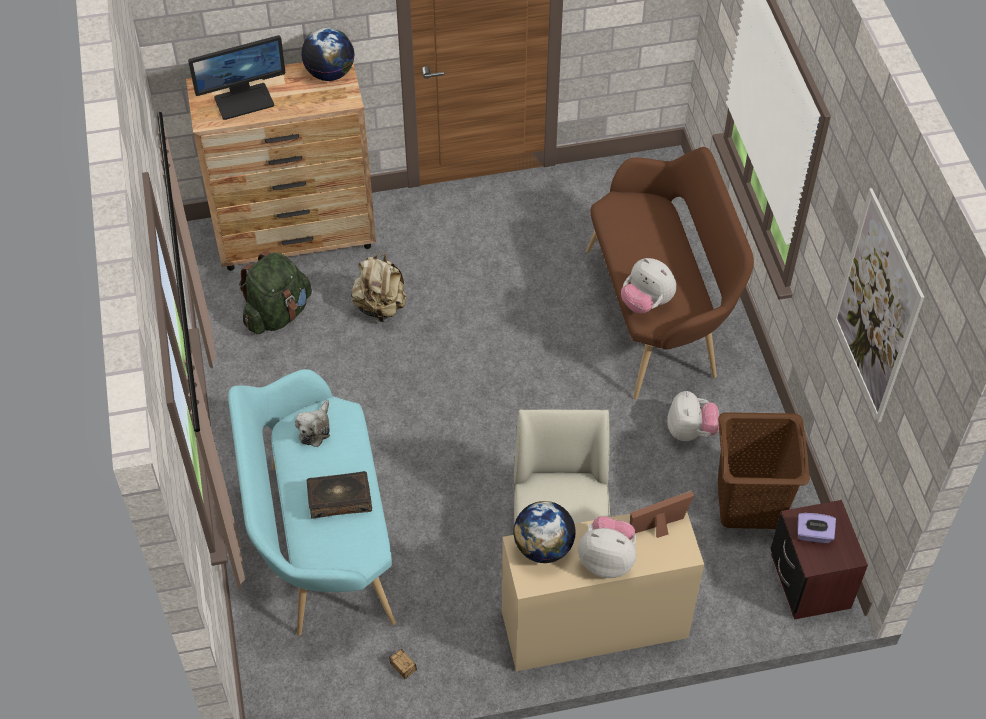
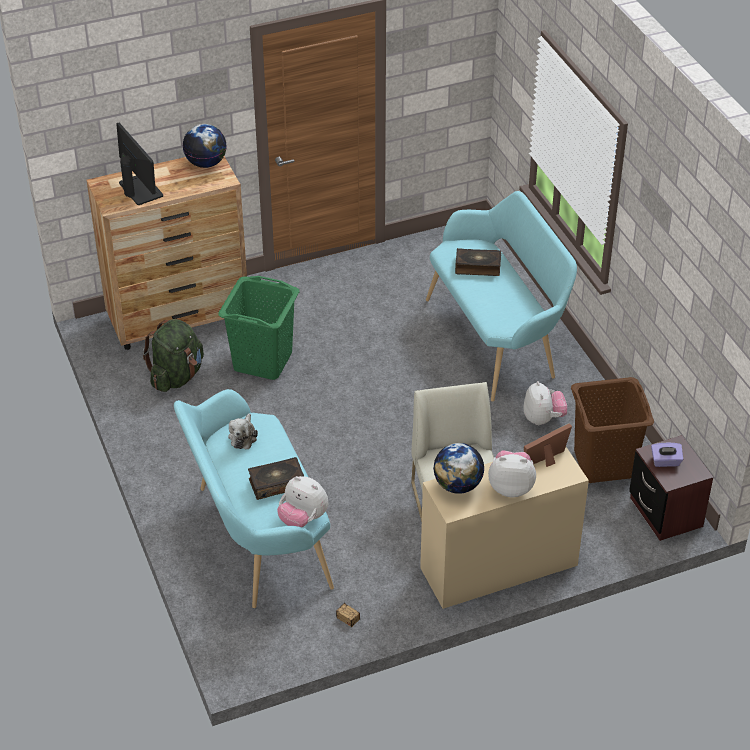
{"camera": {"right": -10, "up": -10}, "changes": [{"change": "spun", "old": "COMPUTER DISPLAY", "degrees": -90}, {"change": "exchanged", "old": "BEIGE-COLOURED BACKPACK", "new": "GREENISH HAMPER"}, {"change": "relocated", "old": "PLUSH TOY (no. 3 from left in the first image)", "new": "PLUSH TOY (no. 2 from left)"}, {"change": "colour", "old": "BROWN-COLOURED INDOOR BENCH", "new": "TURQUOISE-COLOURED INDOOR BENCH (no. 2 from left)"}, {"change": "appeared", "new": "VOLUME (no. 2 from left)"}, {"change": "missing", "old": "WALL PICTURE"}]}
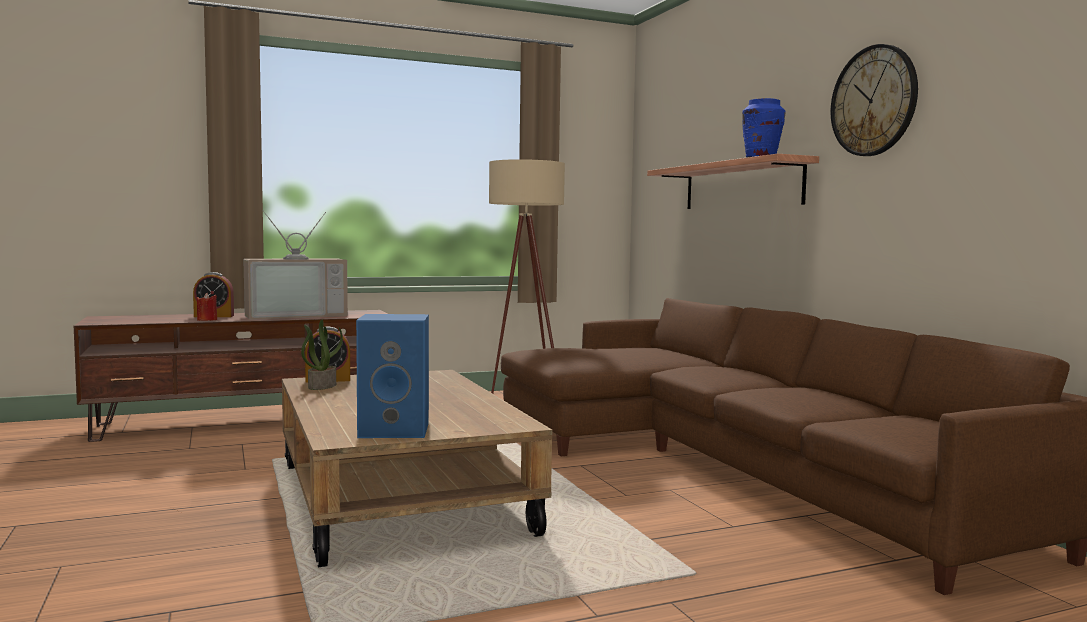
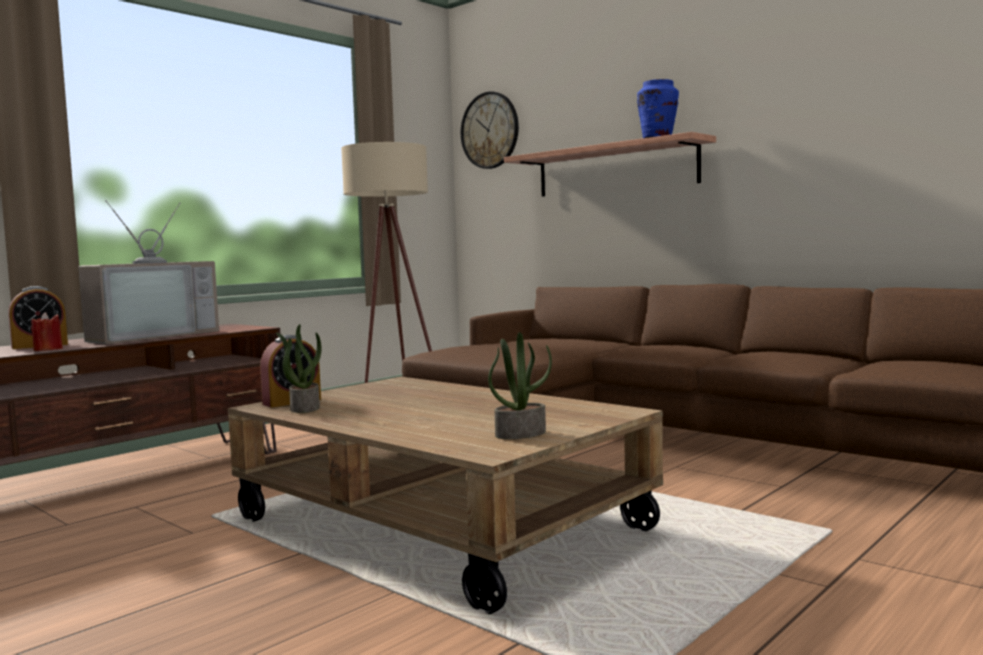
{"camera": {"right": -25, "up": 0}, "changes": [{"change": "relocated", "old": "CLOCK ON THE WALL"}, {"change": "exchanged", "old": "BLUE LOUDSPEAKER", "new": "PLANT IN A POT (no. 2 from left)"}]}
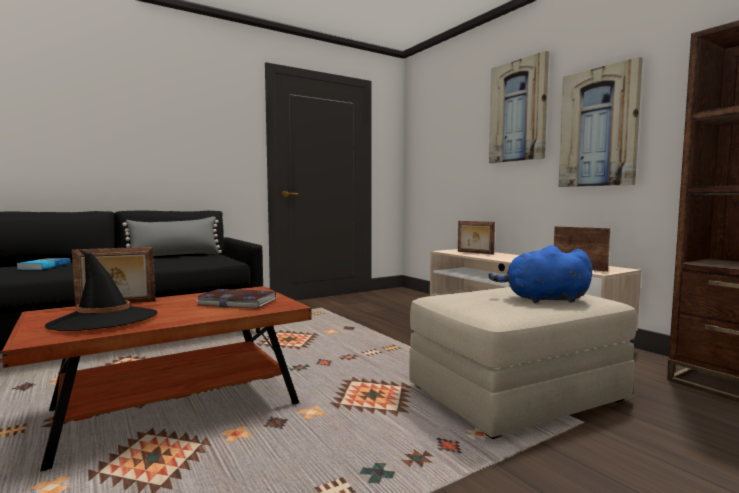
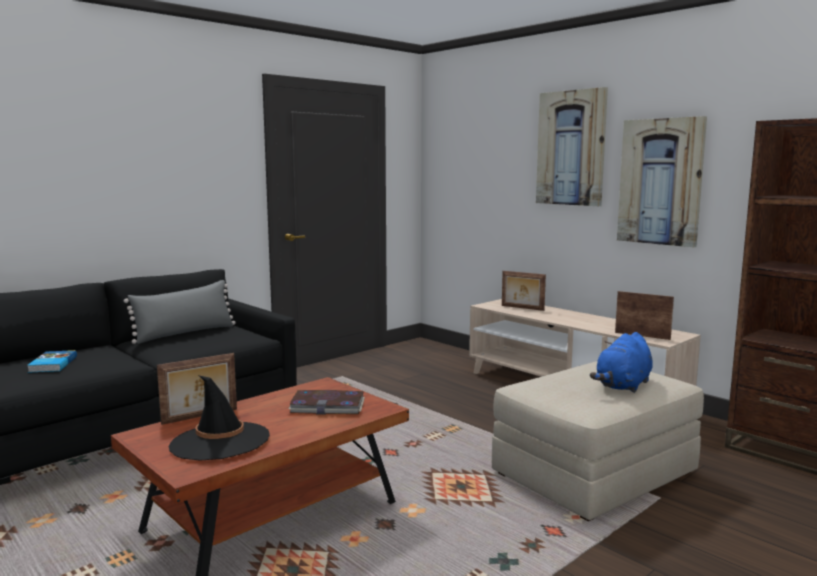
{"camera": {"right": -10, "up": 5}, "changes": [{"change": "spun", "old": "BLUE PLUSH TOY", "degrees": -45}]}
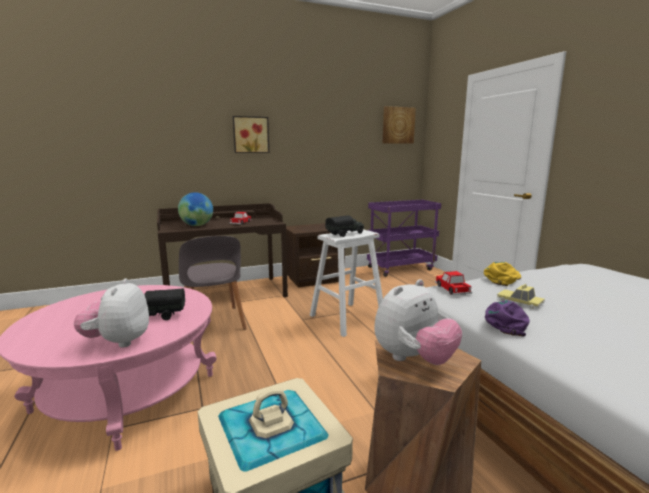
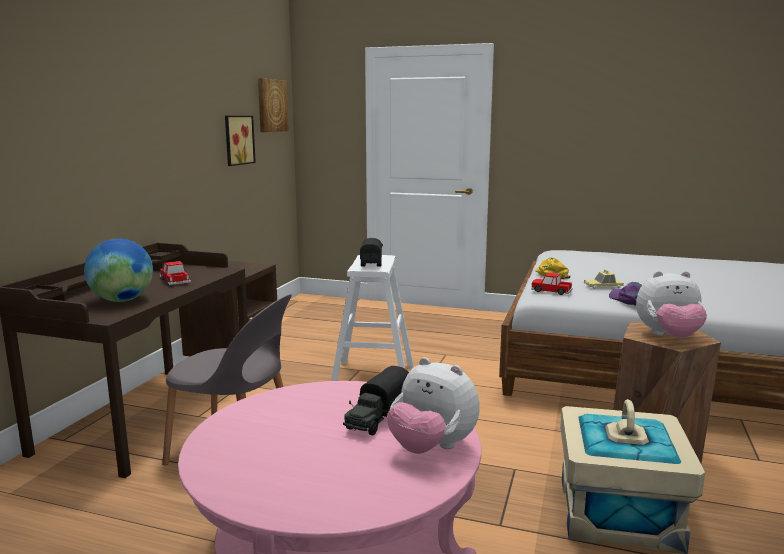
{"camera": {"right": -50, "up": 0}, "changes": [{"change": "relocated", "old": "WALL PICTURE (no. 1 from left)"}, {"change": "spun", "old": "PLUSH TOY (no. 2 from left)", "degrees": 90}, {"change": "missing", "old": "PURPLE WHEELED CART"}]}
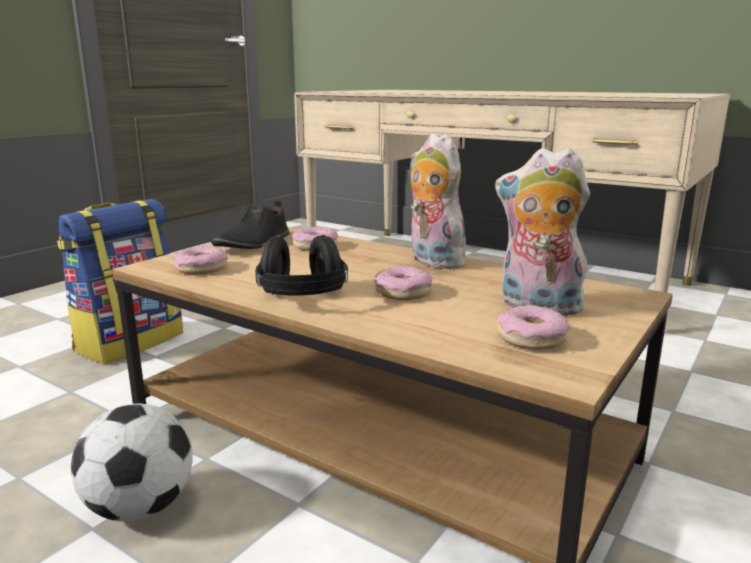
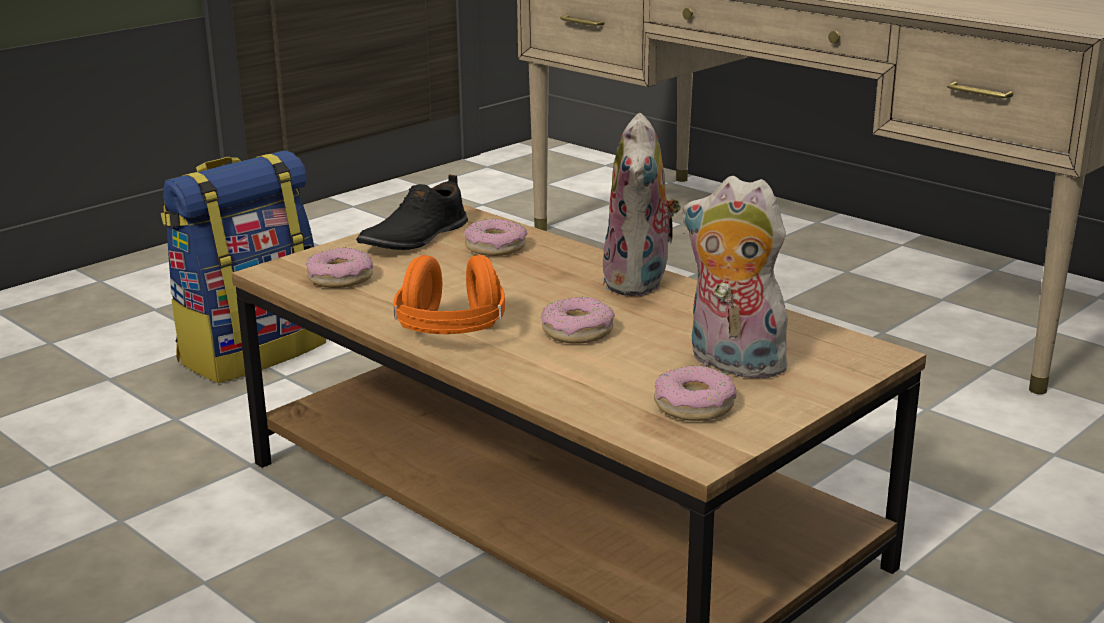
{"camera": {"right": 10, "up": 5}, "changes": [{"change": "colour", "old": "BLACKISH HEADPHONES", "new": "ORANGE HEADPHONES"}, {"change": "spun", "old": "PLUSH TOY (no. 1 from left)", "degrees": -150}, {"change": "missing", "old": "FOOTBALL"}]}
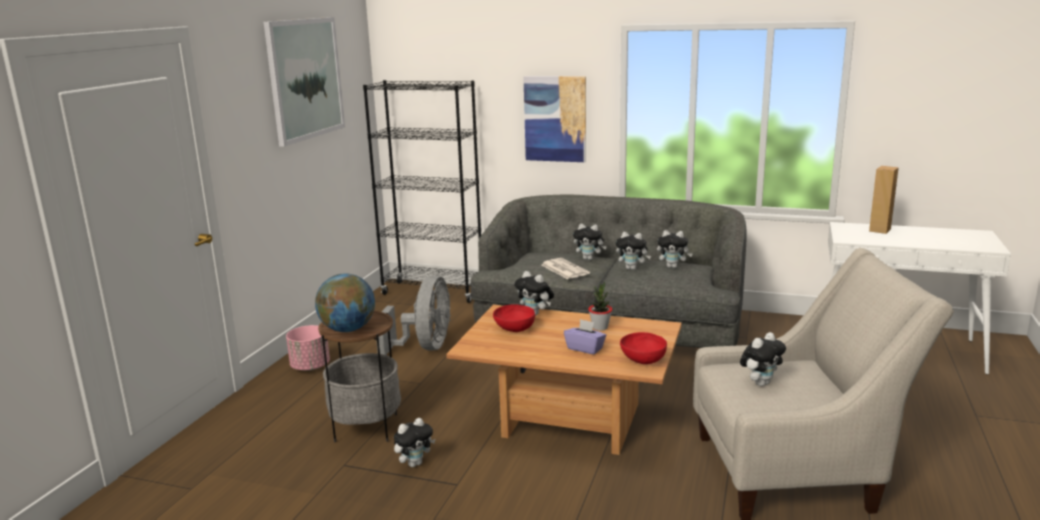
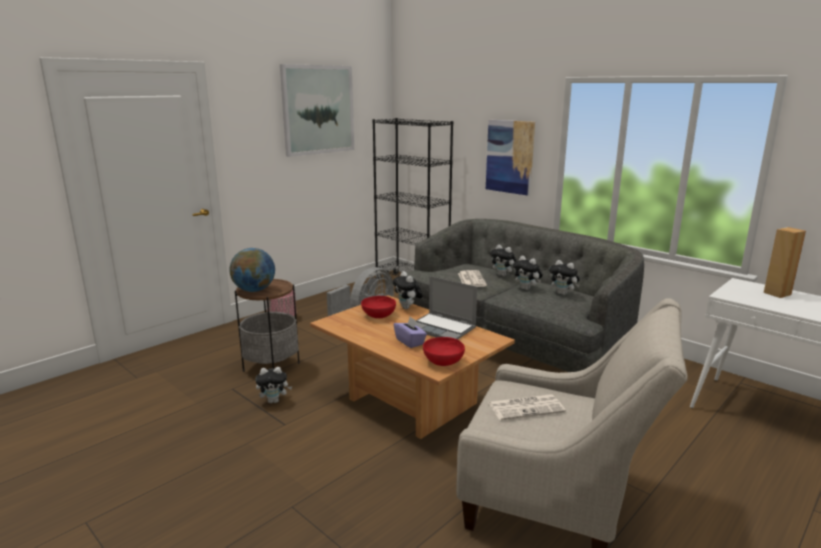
{"camera": {"right": 25, "up": 0}, "changes": [{"change": "exchanged", "old": "PLANT IN A POT", "new": "PORTABLE COMPUTER"}, {"change": "exchanged", "old": "PLUSH TOY (no. 6 from left)", "new": "DAILY PAPER (no. 2 from left)"}]}
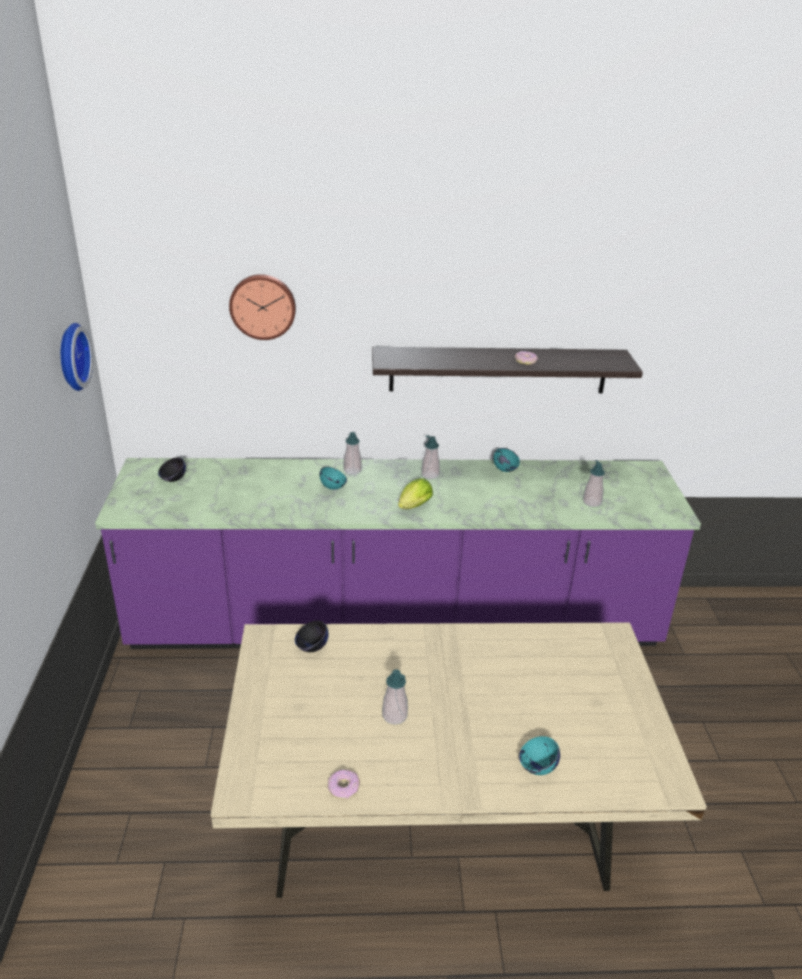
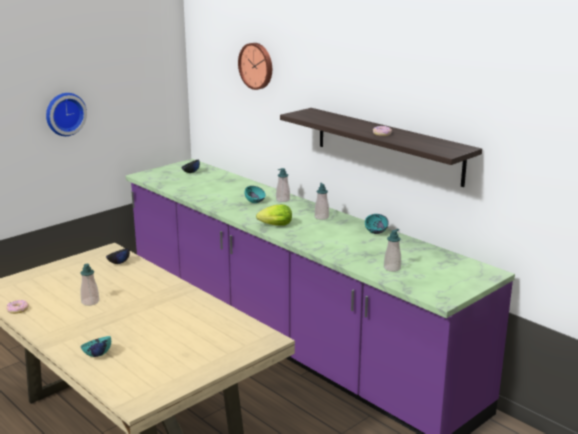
{"camera": {"right": 50, "up": -10}, "changes": [{"change": "relocated", "old": "CLOCK ON THE WALL (no. 1 from left)"}]}
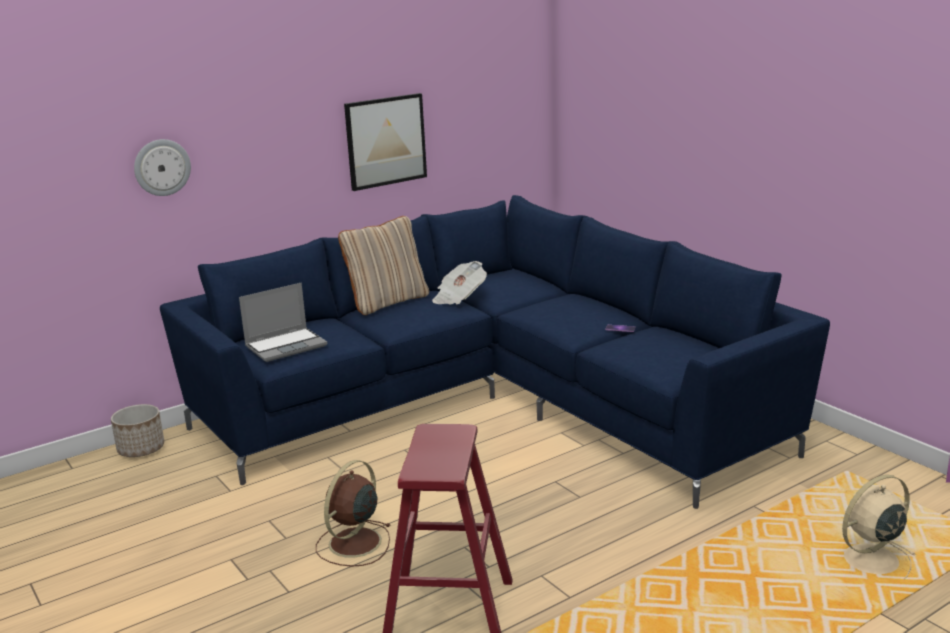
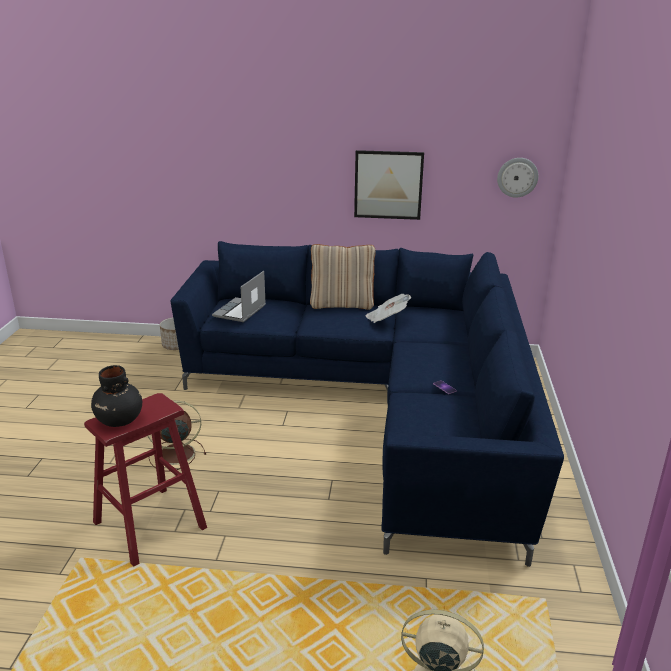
{"camera": {"right": 40, "up": 5}, "changes": [{"change": "appeared", "new": "BLACKISH FLOWER VASE"}, {"change": "spun", "old": "PORTABLE COMPUTER", "degrees": 105}, {"change": "relocated", "old": "CLOCK ON THE WALL"}]}
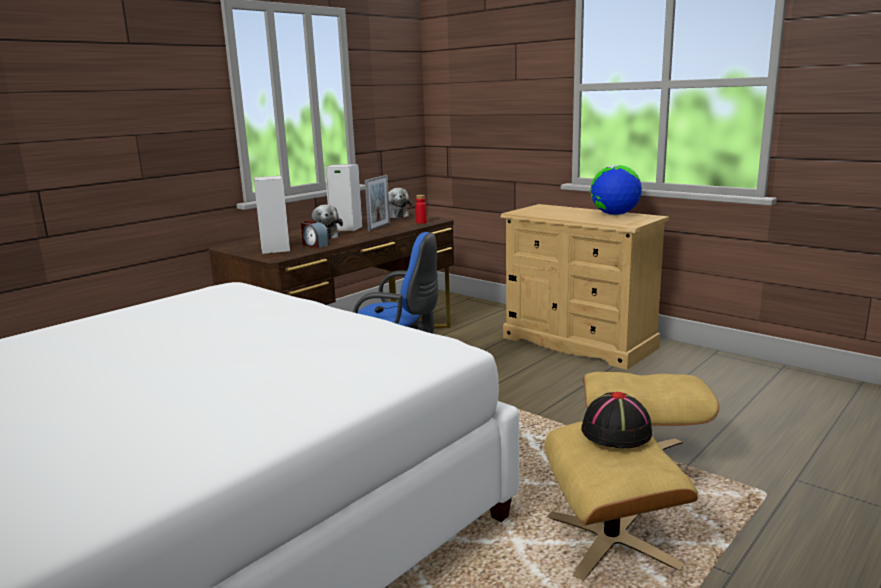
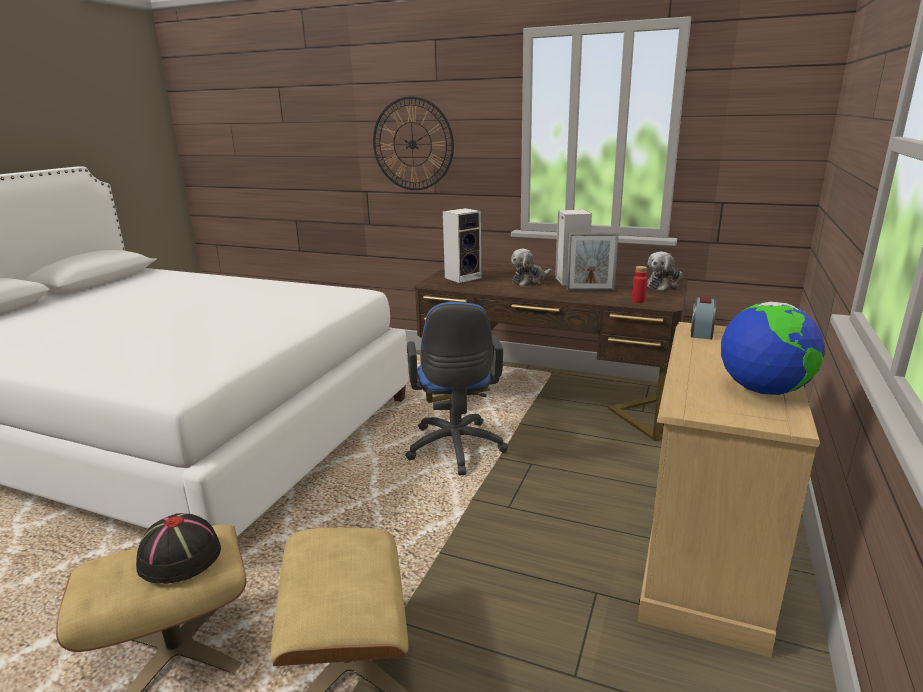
{"camera": {"right": 70, "up": 5}, "changes": [{"change": "appeared", "new": "CLOCK ON THE WALL"}, {"change": "relocated", "old": "ALARM CLOCK"}]}
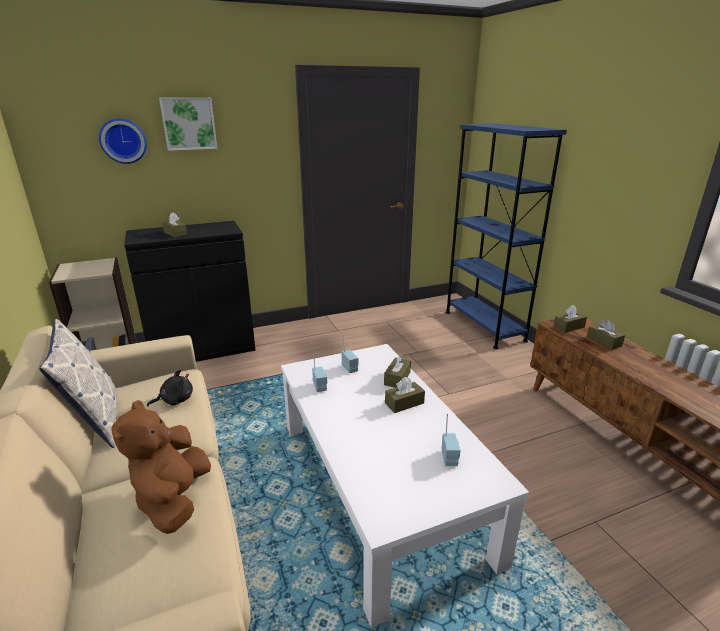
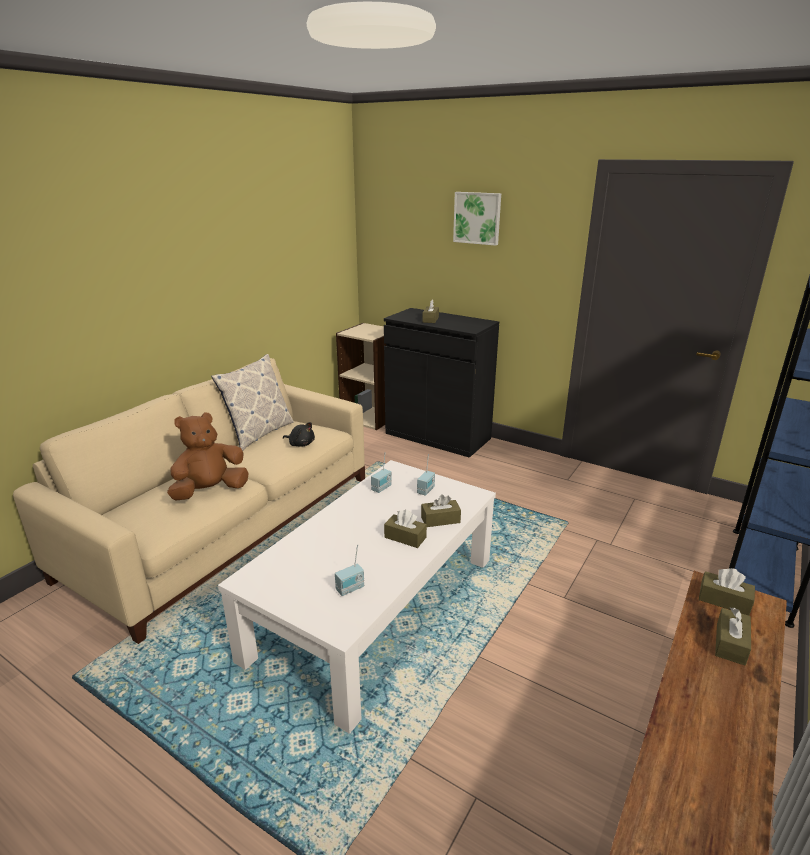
{"camera": {"right": 55, "up": 0}, "changes": [{"change": "missing", "old": "CLOCK ON THE WALL"}]}
